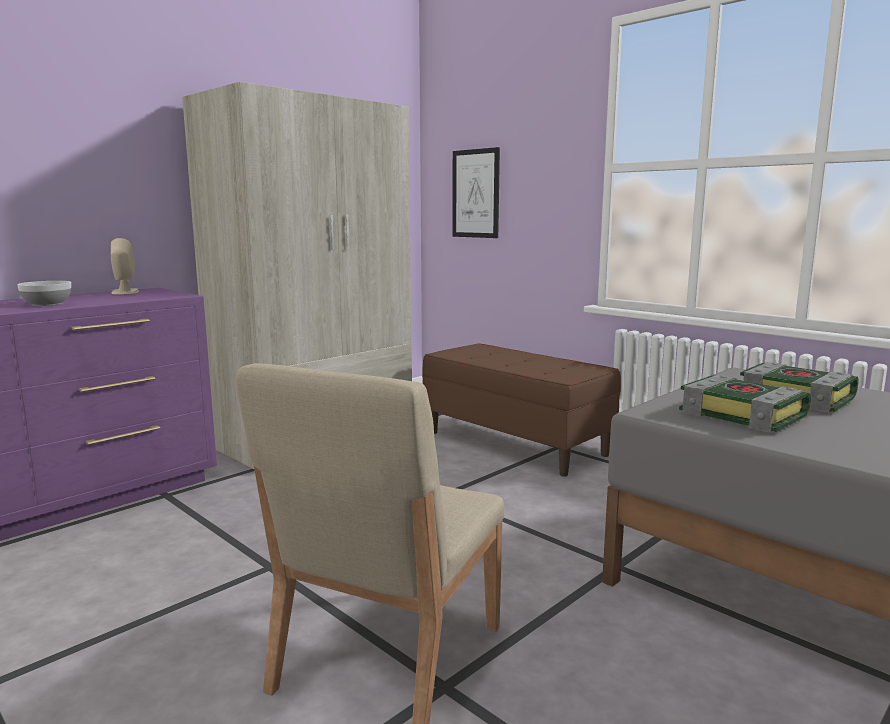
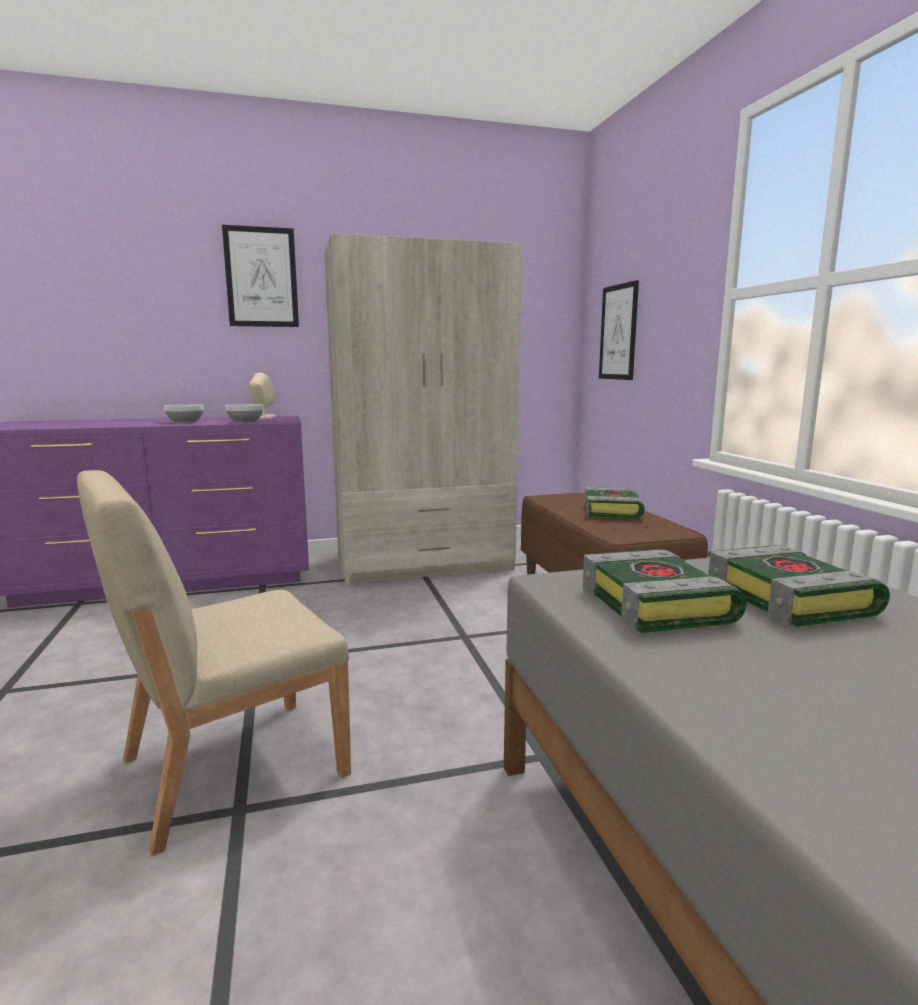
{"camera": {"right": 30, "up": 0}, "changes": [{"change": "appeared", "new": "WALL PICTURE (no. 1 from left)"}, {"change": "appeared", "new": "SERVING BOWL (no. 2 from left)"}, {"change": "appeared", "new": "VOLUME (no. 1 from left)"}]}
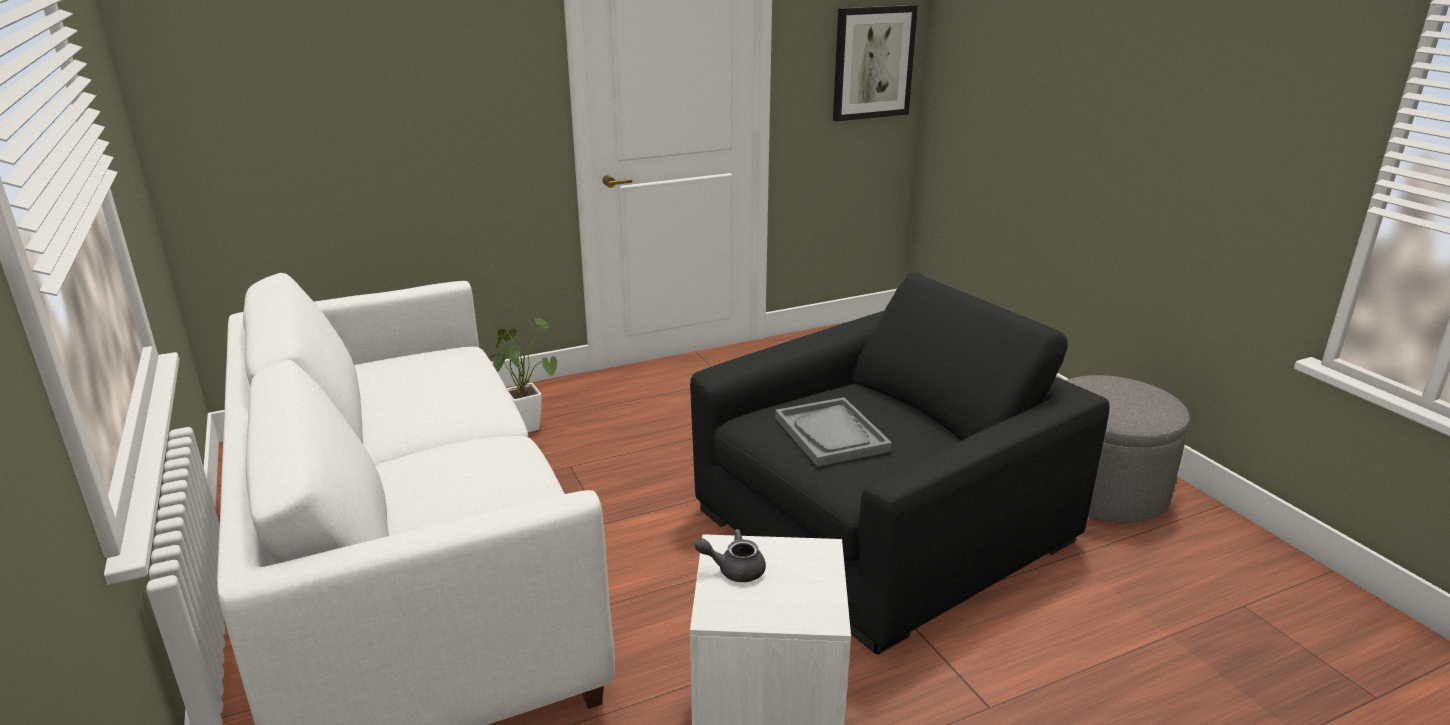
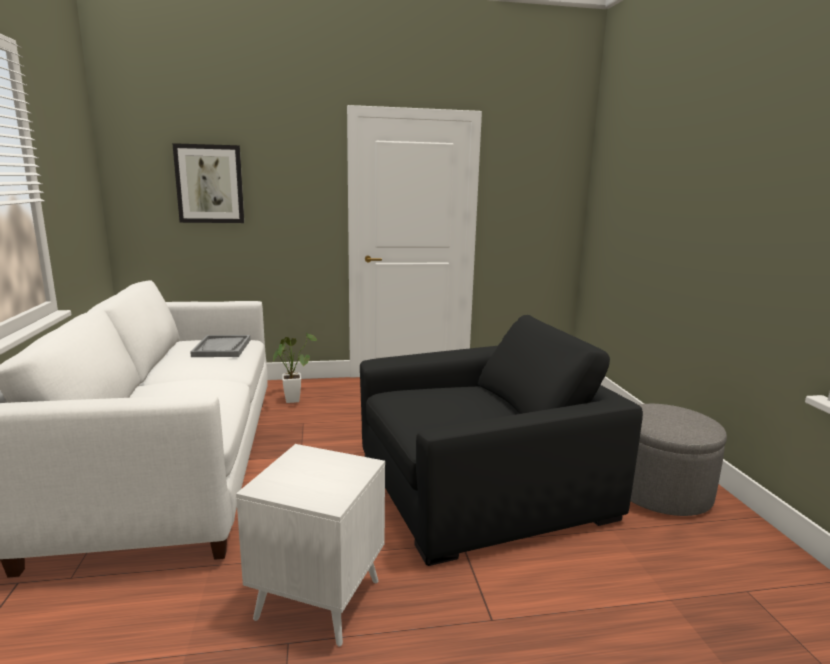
{"camera": {"right": 15, "up": -10}, "changes": [{"change": "relocated", "old": "WALL PICTURE"}, {"change": "relocated", "old": "GRAY TRAY"}, {"change": "missing", "old": "GRAY TEA POT"}]}
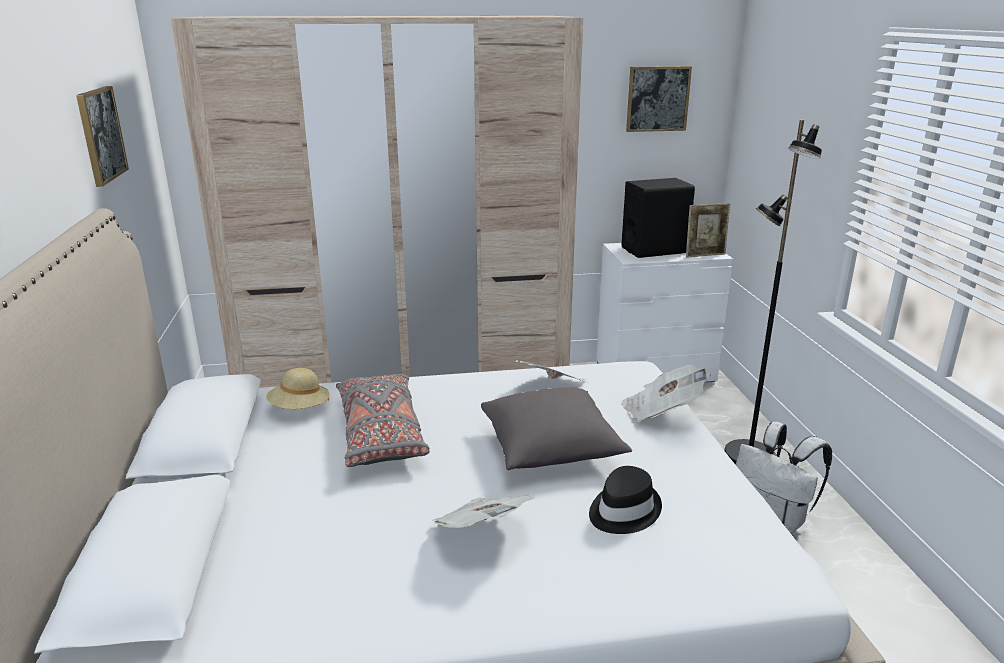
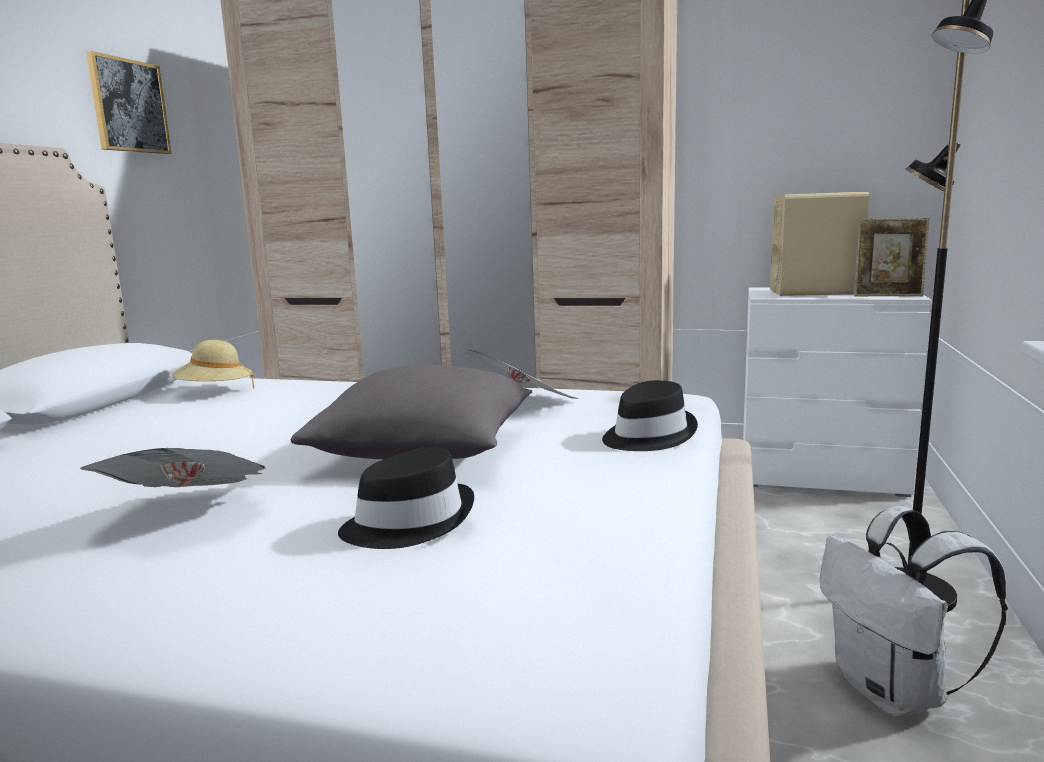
{"camera": {"right": 25, "up": -10}, "changes": [{"change": "exchanged", "old": "DAILY PAPER (no. 3 from left)", "new": "BLACKISH WEARABLE HAT (no. 2 from left)"}, {"change": "colour", "old": "BLACKISH LOUDSPEAKER", "new": "BEIGE-COLOURED LOUDSPEAKER"}, {"change": "missing", "old": "GRAY CUSHION (no. 1 from left)"}, {"change": "missing", "old": "WALL PICTURE (no. 2 from left)"}]}
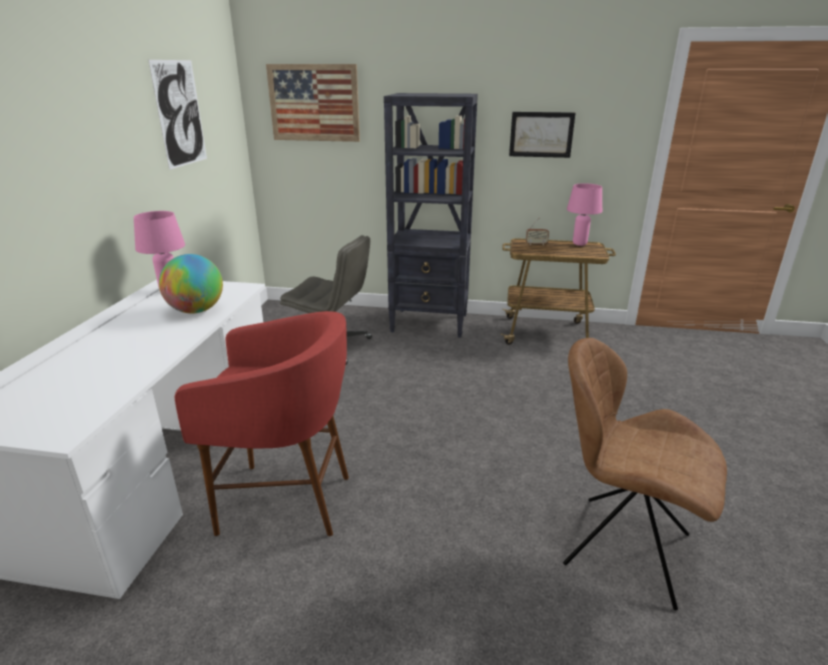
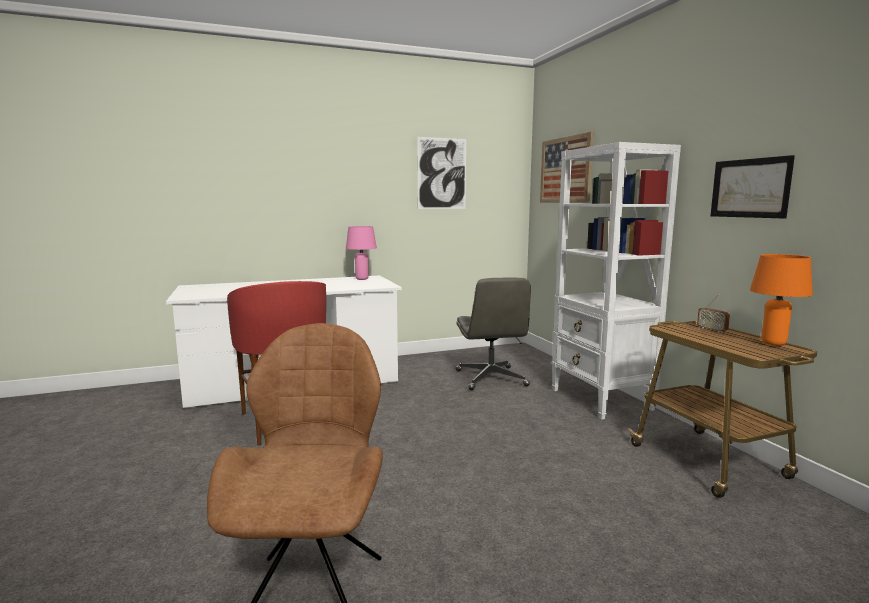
{"camera": {"right": 60, "up": -15}, "changes": [{"change": "colour", "old": "BLACKISH SHELVING UNIT", "new": "WHITE-COLOURED SHELVING UNIT"}, {"change": "colour", "old": "PINKISH TABLETOP LAMP (no. 2 from left)", "new": "ORANGE TABLETOP LAMP"}, {"change": "missing", "old": "GLOBE"}]}
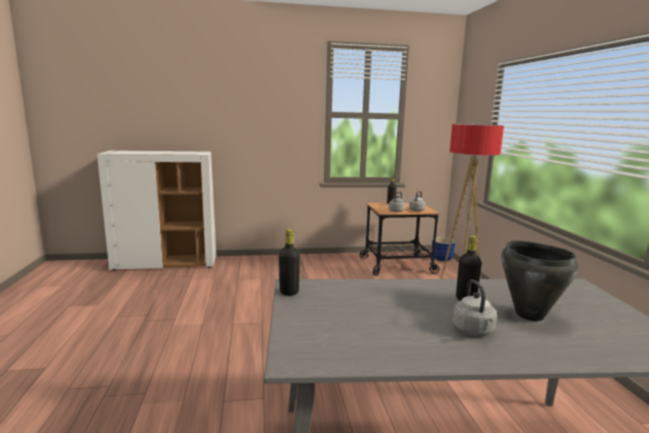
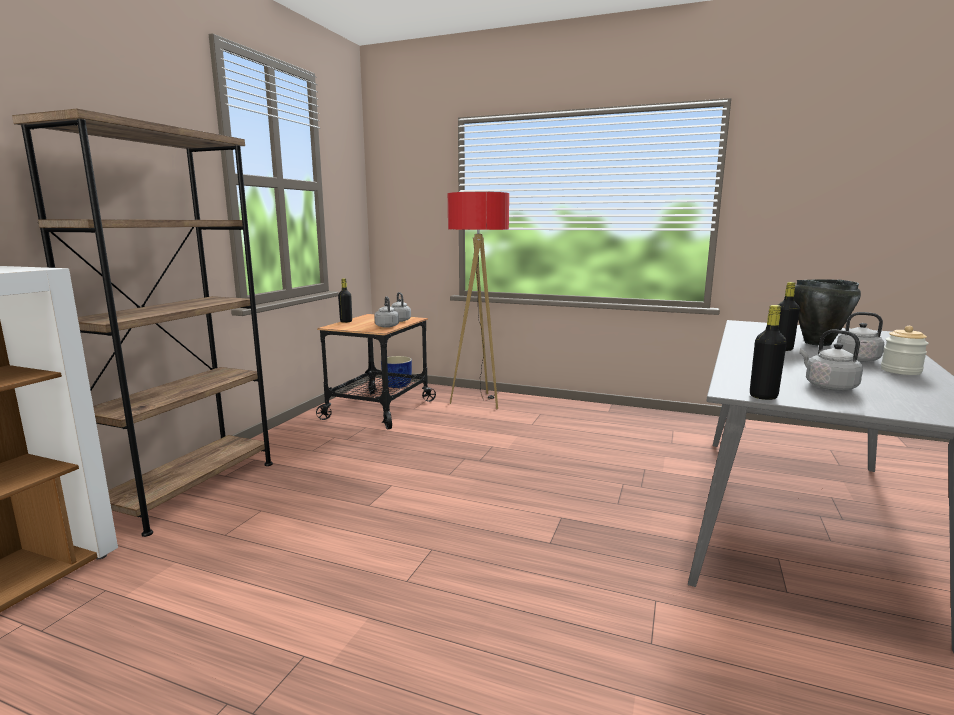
{"camera": {"right": -60, "up": 0}, "changes": [{"change": "appeared", "new": "BROWN-COLOURED SHELVING UNIT"}, {"change": "appeared", "new": "GRAY KETTLE (no. 3 from left)"}, {"change": "appeared", "new": "JAR"}]}
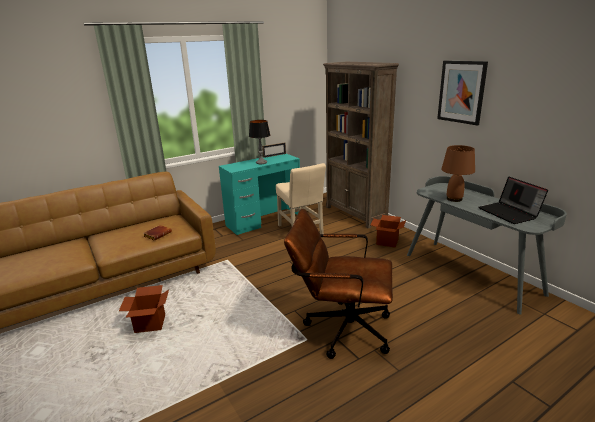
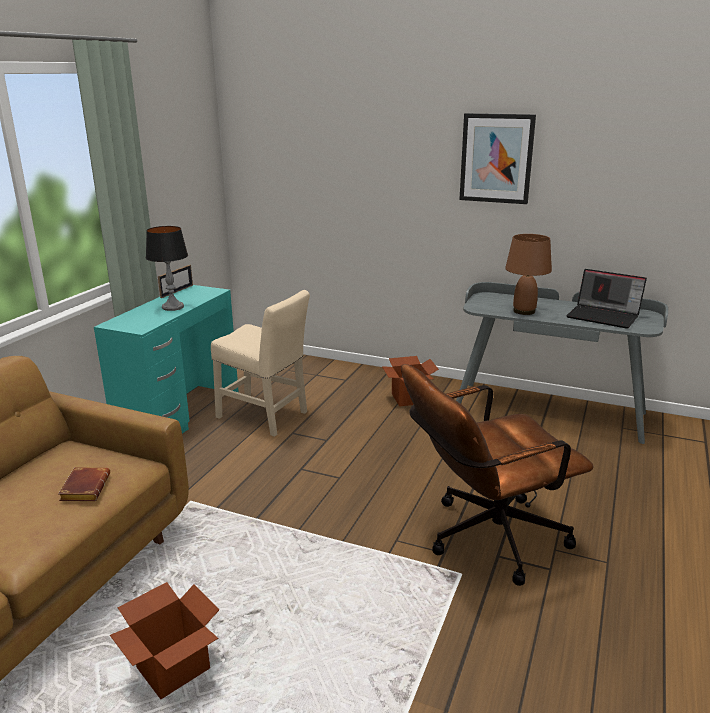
{"camera": {"right": -35, "up": 0}, "changes": [{"change": "missing", "old": "BROWN-COLOURED SHELVING UNIT"}]}
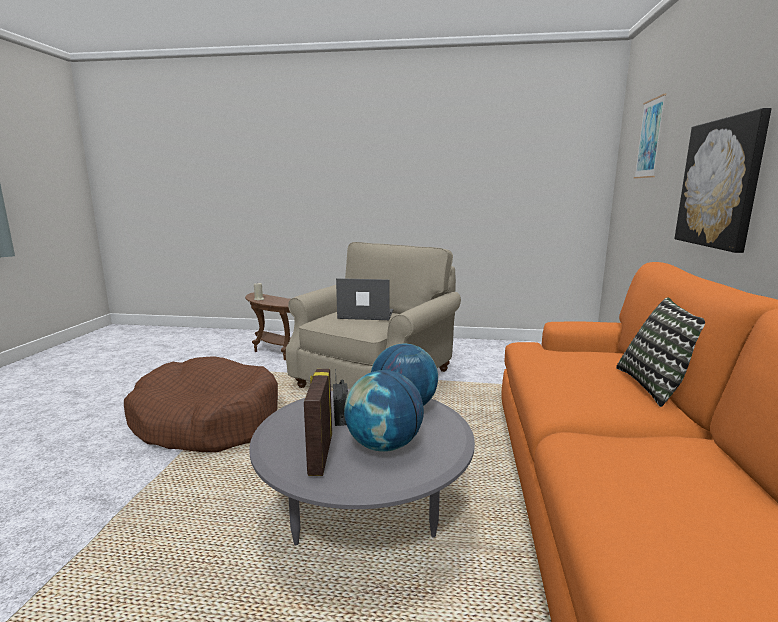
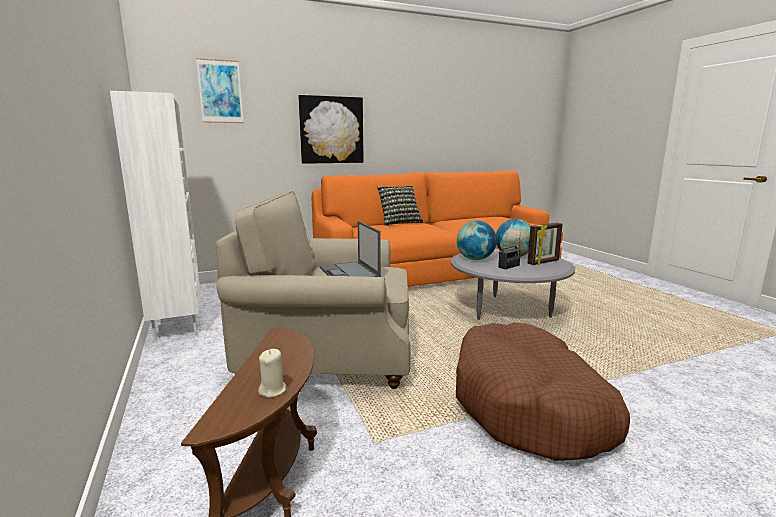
{"camera": {"right": -120, "up": 0}, "changes": [{"change": "appeared", "new": "WHITE-COLOURED SHELVING UNIT"}]}
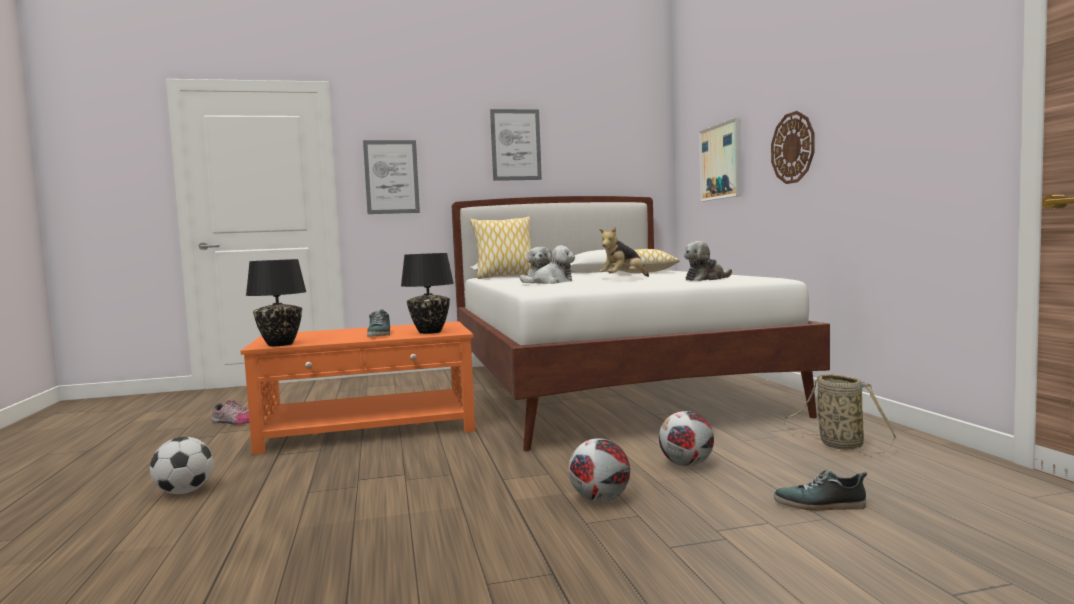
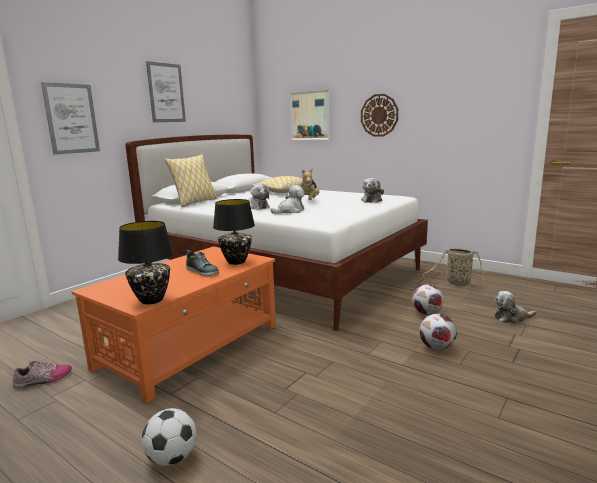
{"camera": {"right": -40, "up": 10}, "changes": [{"change": "exchanged", "old": "LOW SHOE (no. 3 from left)", "new": "PLUSH TOY (no. 5 from left)"}]}
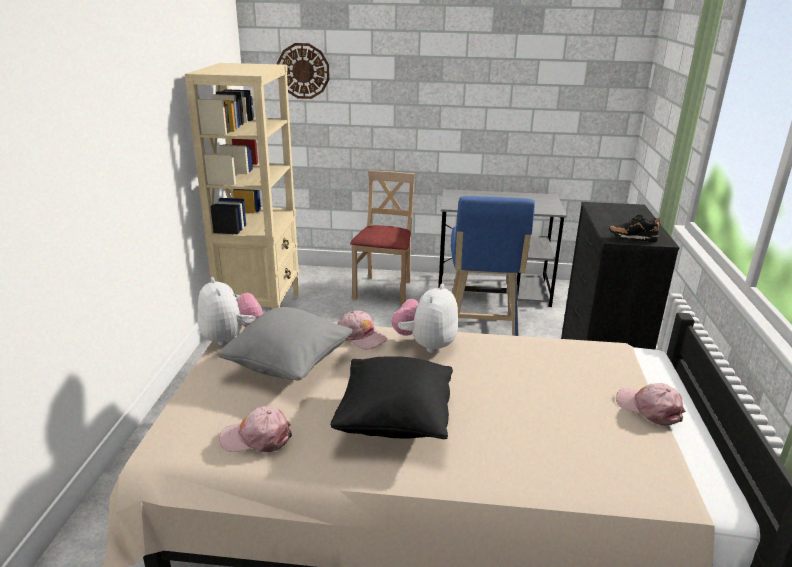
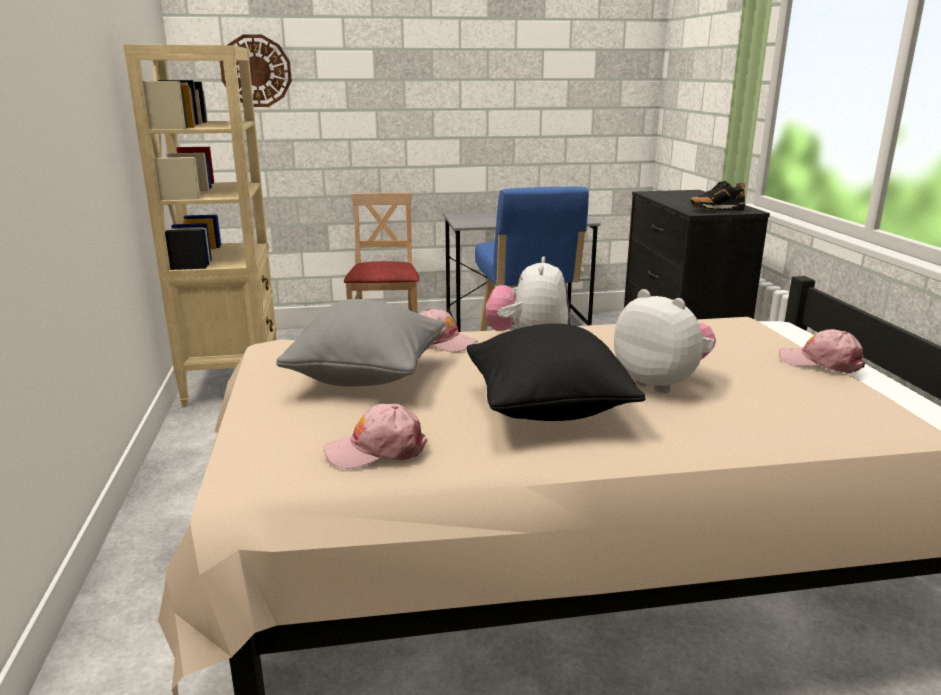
{"camera": {"right": -15, "up": -5}, "changes": [{"change": "relocated", "old": "PLUSH TOY (no. 1 from left in the first image)", "new": "PLUSH TOY (no. 2 from left)"}]}
